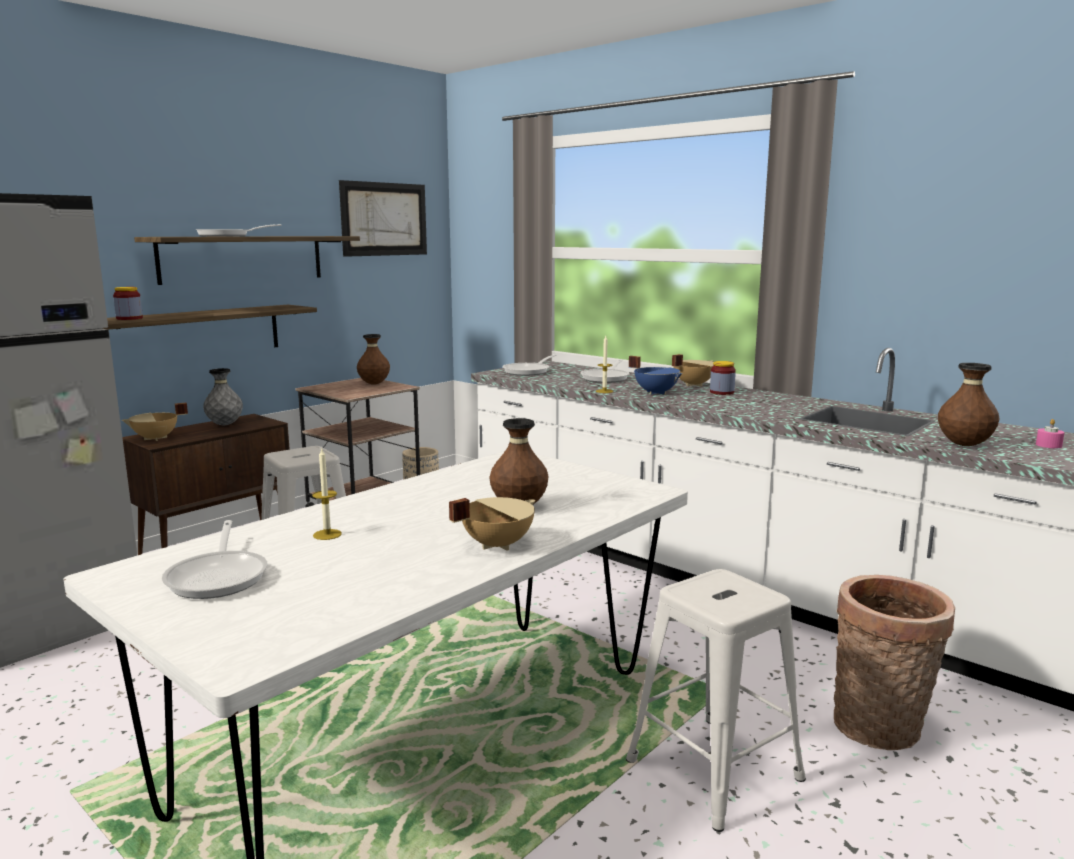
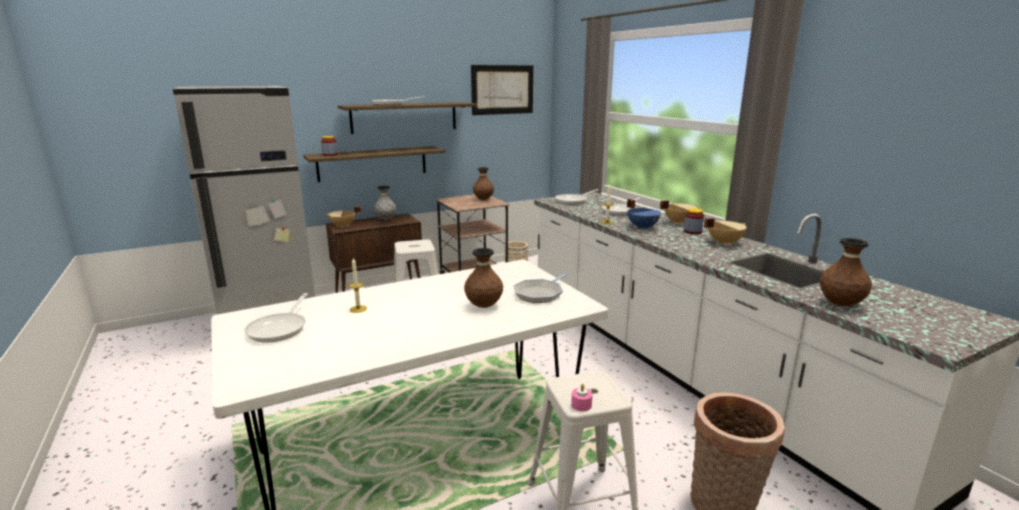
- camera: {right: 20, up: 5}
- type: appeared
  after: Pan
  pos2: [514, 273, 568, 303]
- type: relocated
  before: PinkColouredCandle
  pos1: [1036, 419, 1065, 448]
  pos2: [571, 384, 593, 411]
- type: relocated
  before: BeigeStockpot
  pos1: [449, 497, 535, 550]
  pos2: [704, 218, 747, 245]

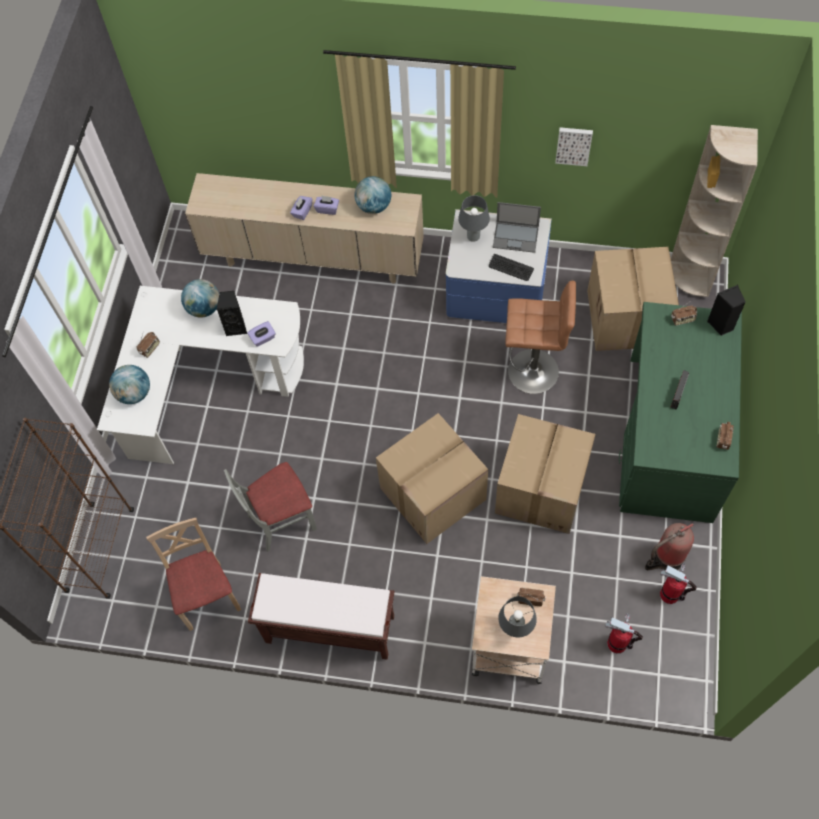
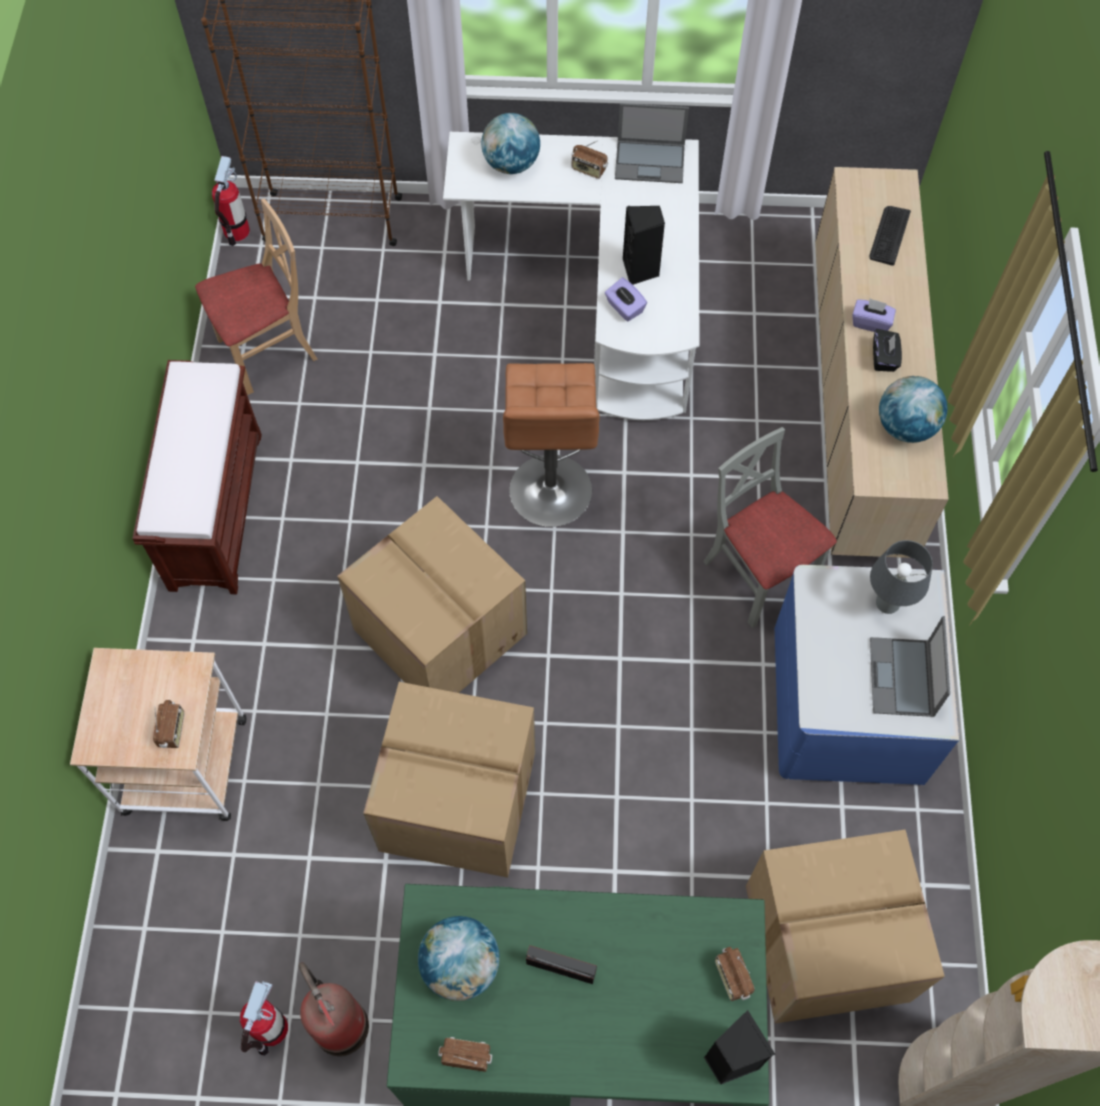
- camera: {right: 80, up: 0}
- type: relocated
  before: Extinguisher
  pos1: [605, 613, 643, 653]
  pos2: [212, 156, 250, 246]
- type: relocated
  before: Globe
  pos1: [181, 279, 219, 318]
  pos2: [418, 916, 500, 1001]
- type: relocated
  before: BrownishStoolSeat
  pos1: [505, 281, 576, 394]
  pos2: [503, 363, 600, 527]
- type: appeared
  after: Laptop
  pos2: [615, 103, 689, 183]
- type: relocated
  before: GrayChair
  pos1: [224, 462, 317, 552]
  pos2: [704, 427, 837, 628]
- type: relocated
  before: Keyboard
  pos1: [489, 254, 534, 281]
  pos2: [869, 206, 911, 266]
- type: colour
  before: PurpleColouredTissueHolder
  after: BlackishTissueHolder
  pos1: [314, 196, 339, 215]
  pos2: [873, 329, 902, 372]
- type: missing
  before: GrayLampForATable
  pos1: [498, 596, 537, 637]
- type: missing
  before: Picture
  pos1: [555, 127, 593, 166]

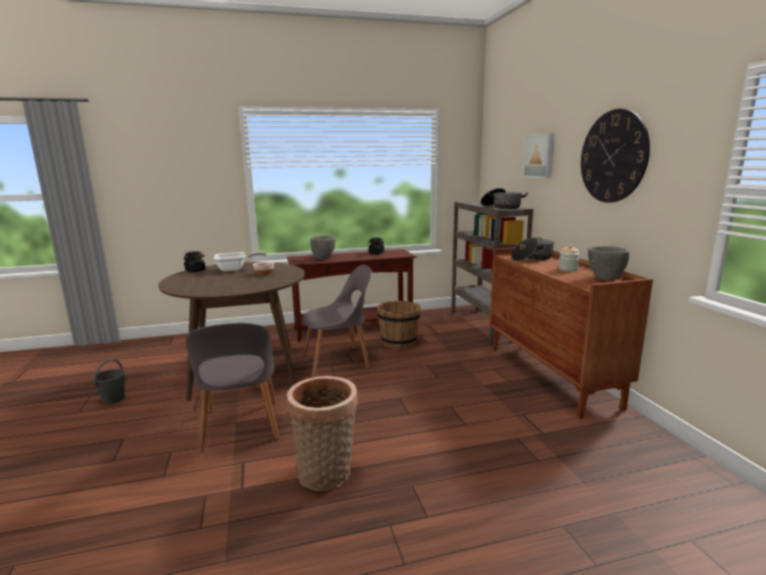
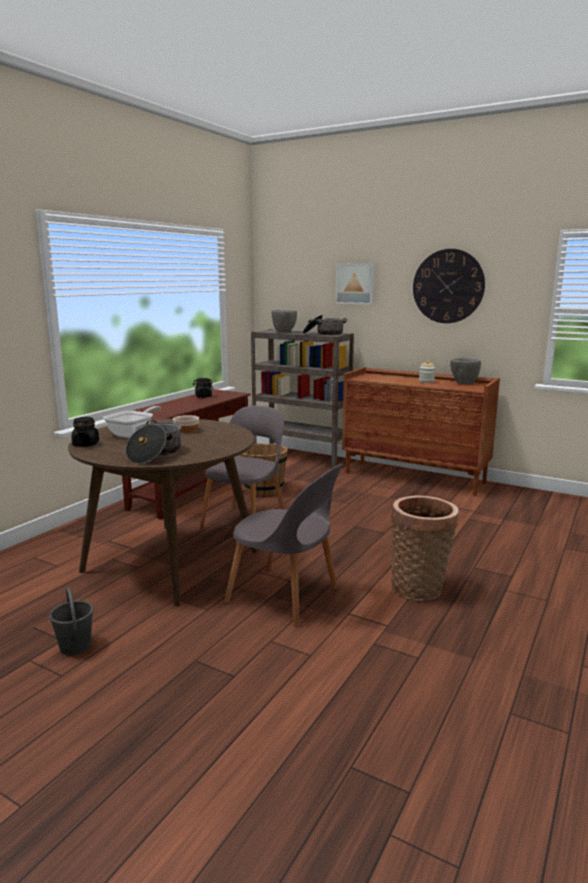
- camera: {right: -45, up: 0}
- type: relocated
  before: Stockpot
  pos1: [511, 237, 555, 261]
  pos2: [125, 420, 181, 464]
- type: relocated
  before: GrayBowl
  pos1: [310, 236, 336, 259]
  pos2: [271, 310, 297, 333]

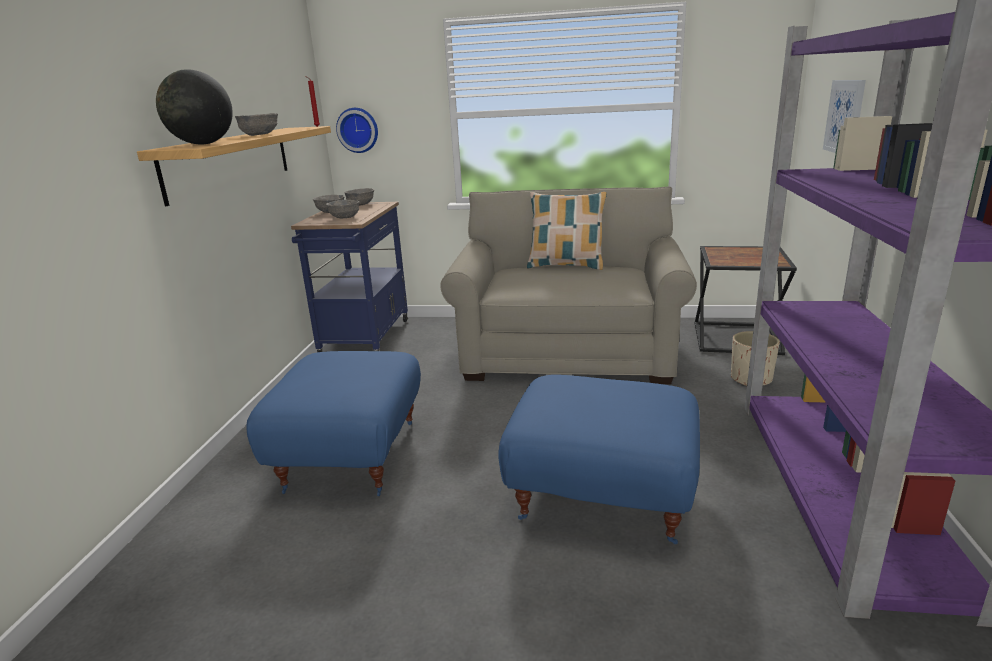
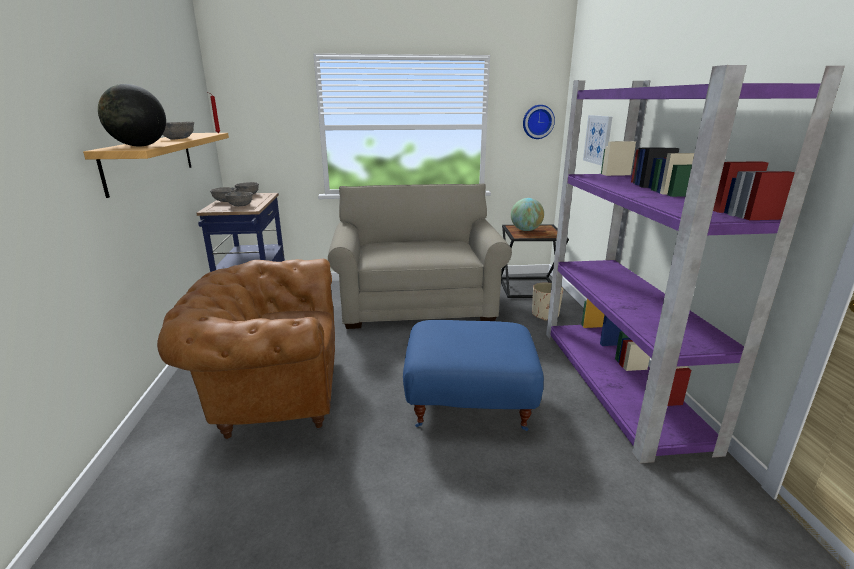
- camera: {right: -15, up: 0}
- type: exchanged
  before: BluePouffe
  after: BrownishArmchair
  pos1: [246, 351, 421, 496]
  pos2: [157, 259, 335, 439]
- type: appeared
  after: Globe
  pos2: [511, 198, 544, 231]
- type: relocated
  before: HangingClock
  pos1: [336, 108, 378, 153]
  pos2: [523, 105, 555, 139]
- type: missing
  before: Cushion
  pos1: [527, 192, 607, 270]

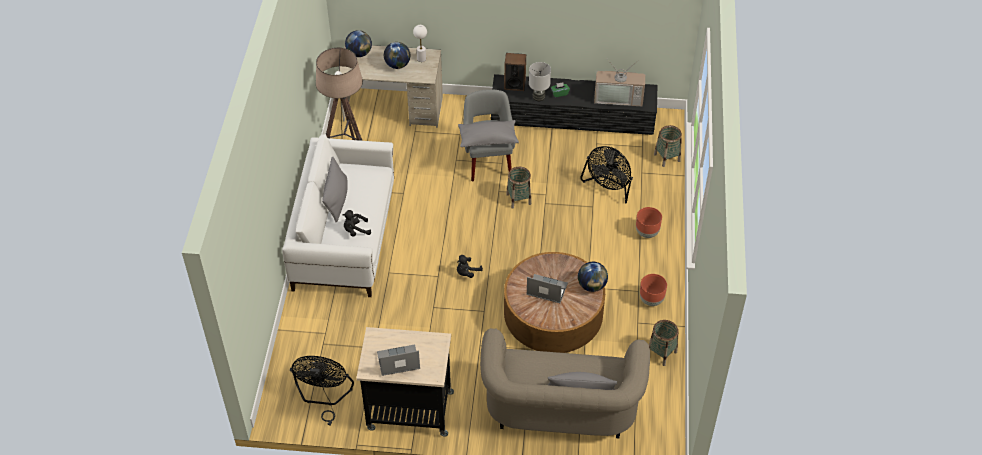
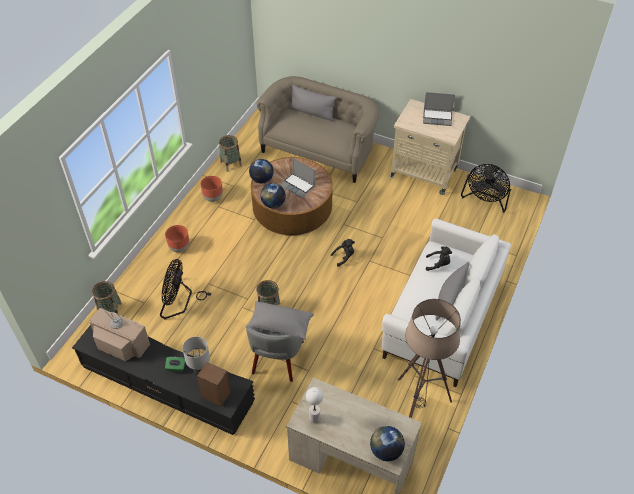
- camera: {right: -160, up: 0}
- type: spun
  before: BlackishElectricFan
  pos1: [580, 146, 633, 203]
  pos2: [160, 259, 212, 320]
  turn: -135
- type: relocated
  before: Globe
  pos1: [384, 42, 410, 69]
  pos2: [260, 183, 286, 208]
- type: colour
  before: BlackishWheeledCart
  after: BeigeWheeledCart
  pos1: [356, 327, 454, 436]
  pos2: [389, 99, 470, 195]

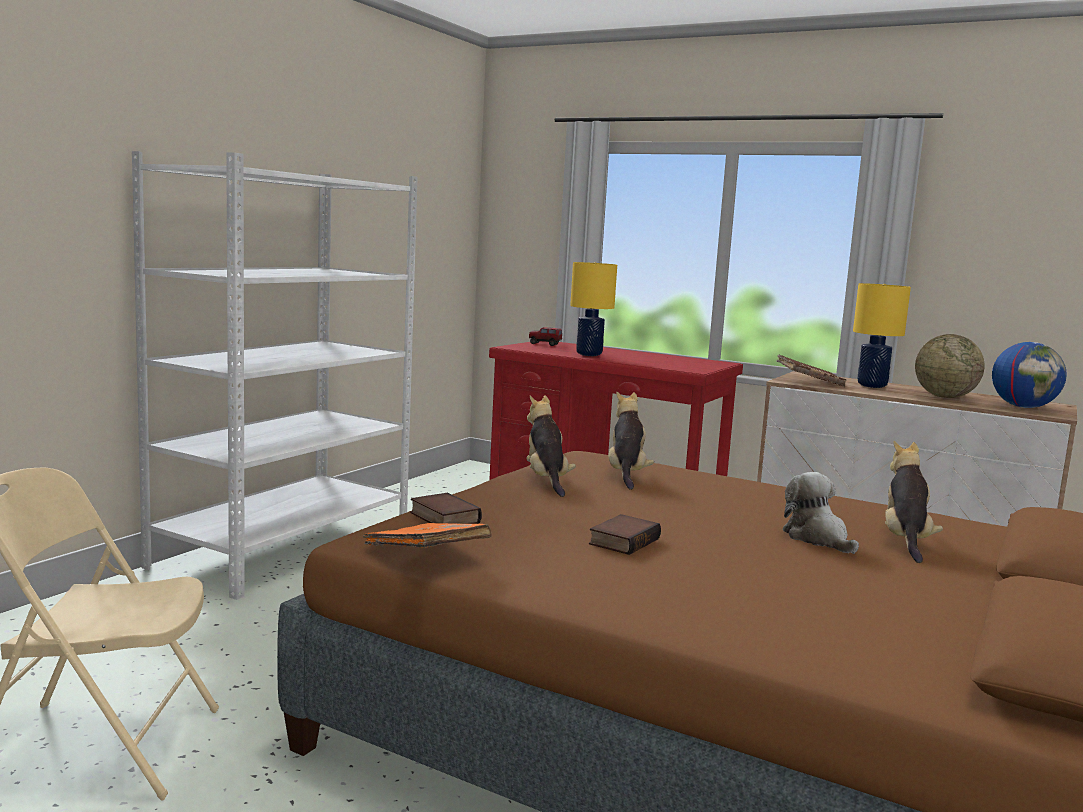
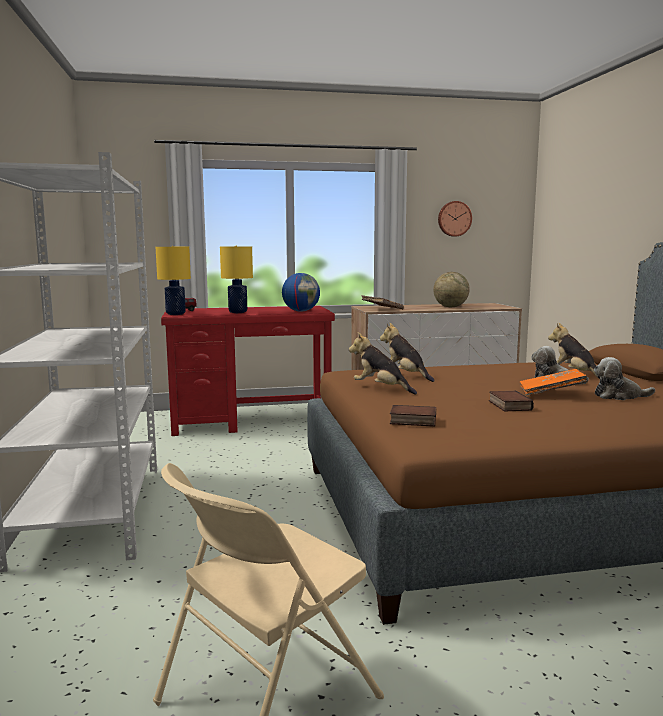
- camera: {right: -40, up: 0}
- type: relocated
  before: YellowColouredLampForATable
  pos1: [853, 283, 911, 388]
  pos2: [156, 246, 191, 315]
- type: relocated
  before: Globe
  pos1: [992, 342, 1067, 408]
  pos2: [282, 273, 320, 312]
- type: appeared
  after: HangingClock
  pos2: [438, 201, 472, 237]
- type: relocated
  before: OrangeColouredBoundBook
  pos1: [363, 523, 492, 548]
  pos2: [520, 369, 588, 395]
- type: appeared
  after: SoftToy
  pos2: [594, 357, 655, 400]

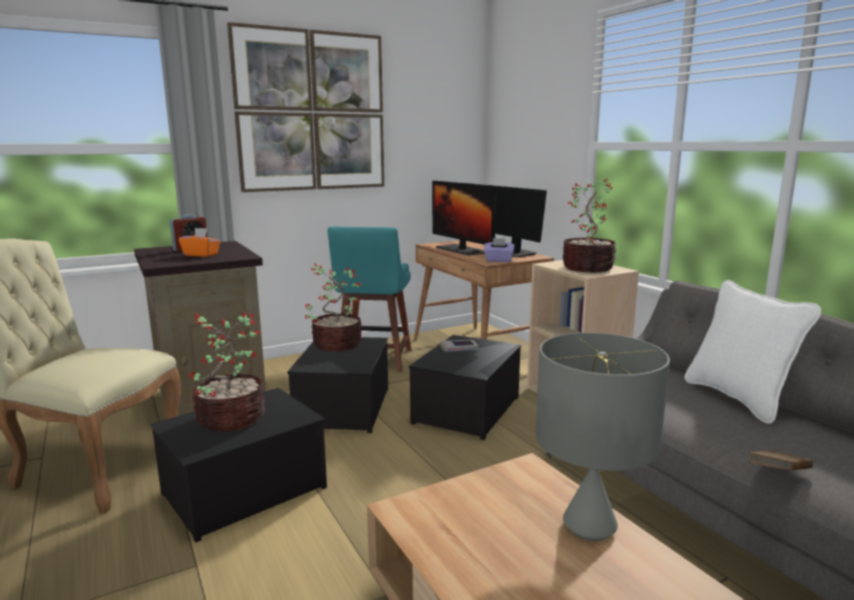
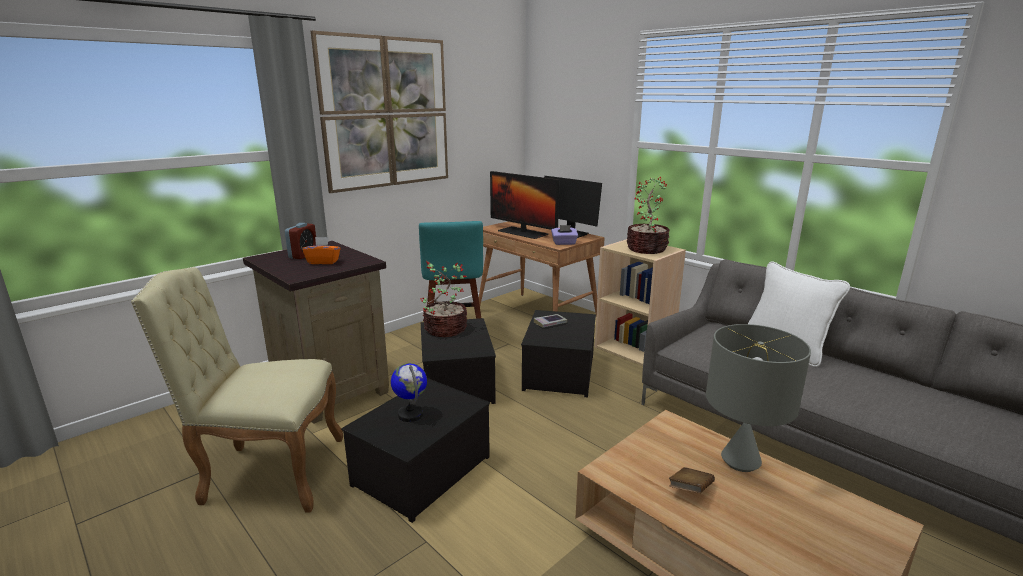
- camera: {right: -15, up: 5}
- type: exchanged
  before: PlantInAPot
  after: Globe
  pos1: [189, 312, 265, 432]
  pos2: [391, 363, 427, 422]
- type: relocated
  before: BrownishBoundBook
  pos1: [749, 450, 813, 471]
  pos2: [669, 467, 715, 493]

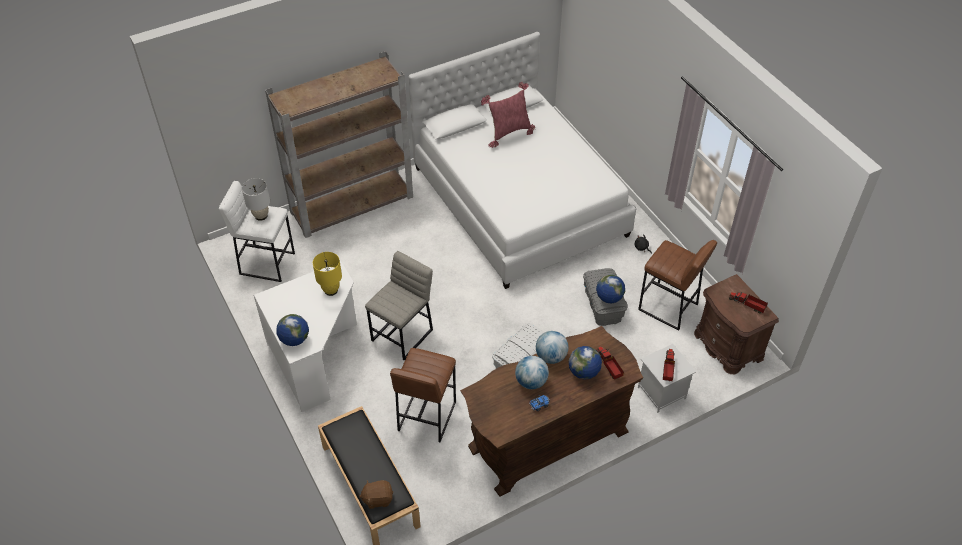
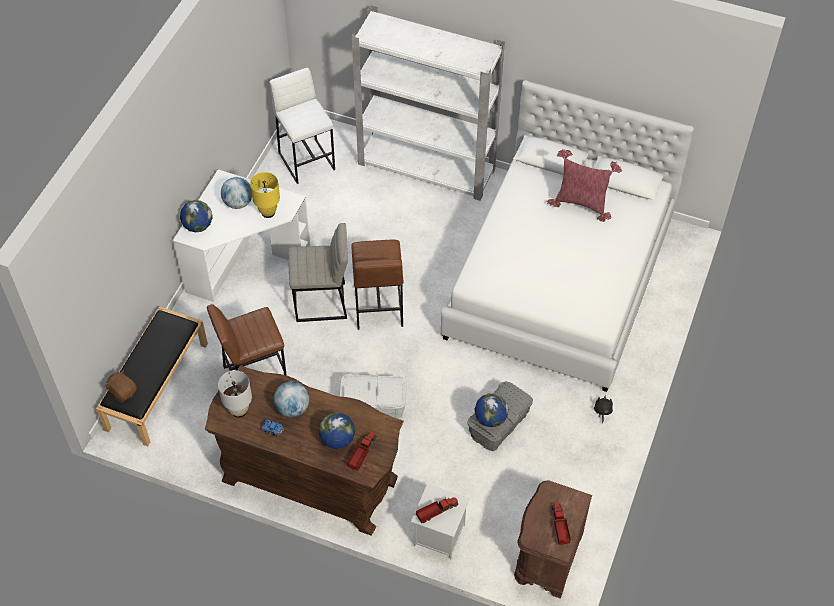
- camera: {right: 50, up: 5}
- type: relocated
  before: WhiteColouredLampForATable
  pos1: [242, 178, 270, 221]
  pos2: [218, 370, 252, 418]
- type: relocated
  before: Globe
  pos1: [536, 331, 569, 364]
  pos2: [221, 177, 252, 209]
- type: relocated
  before: BrownishStoolSeat
  pos1: [638, 240, 717, 331]
  pos2: [351, 240, 404, 330]
- type: colour
  before: BrownishShelvingUnit
  after: WhiteColouredShelvingUnit
  pos1: [265, 51, 413, 238]
  pos2: [352, 5, 505, 201]

